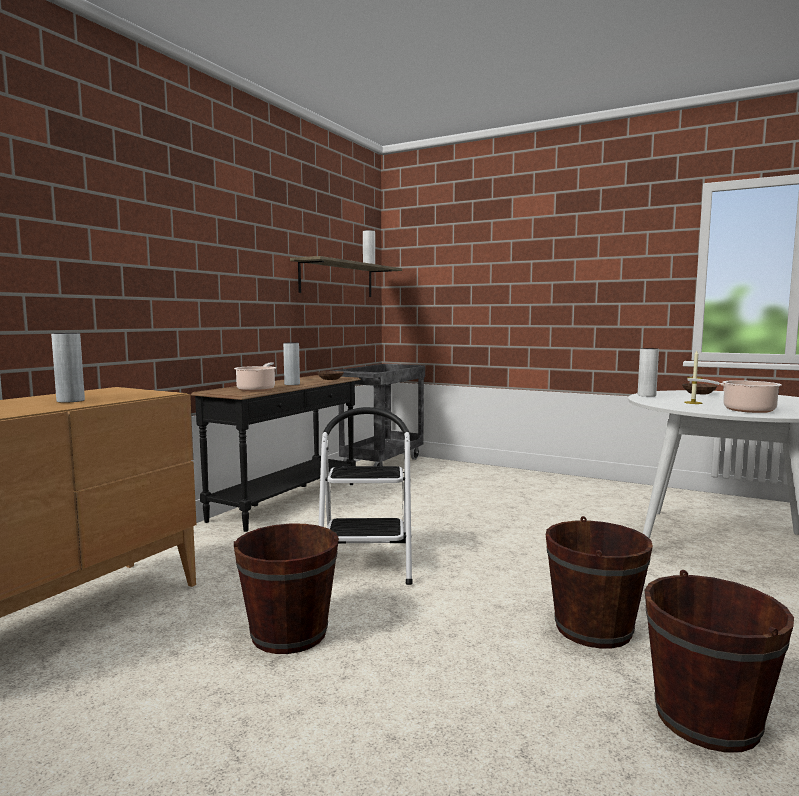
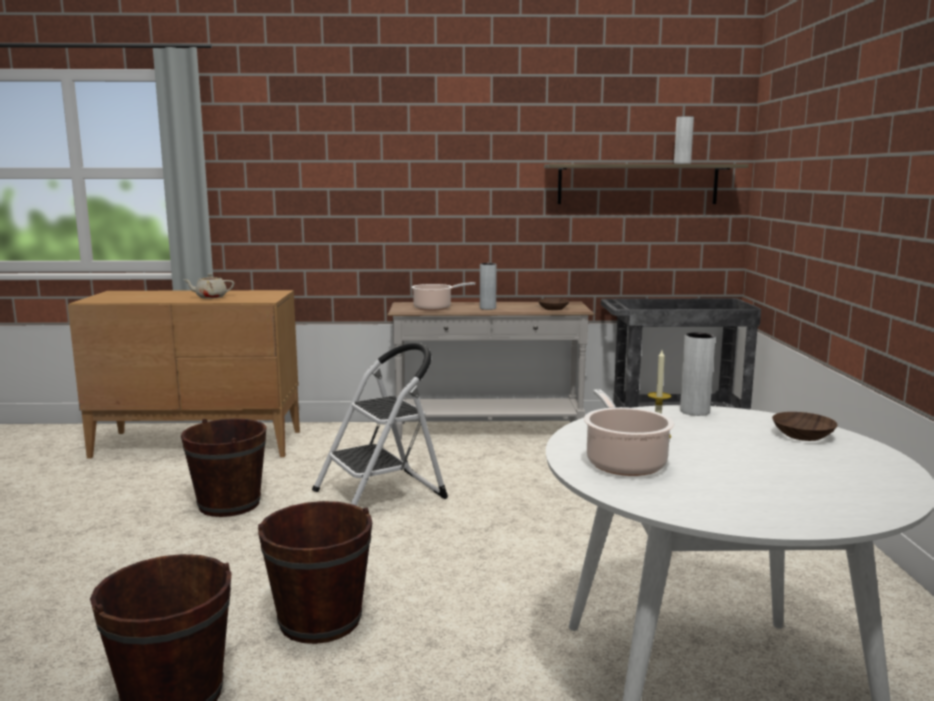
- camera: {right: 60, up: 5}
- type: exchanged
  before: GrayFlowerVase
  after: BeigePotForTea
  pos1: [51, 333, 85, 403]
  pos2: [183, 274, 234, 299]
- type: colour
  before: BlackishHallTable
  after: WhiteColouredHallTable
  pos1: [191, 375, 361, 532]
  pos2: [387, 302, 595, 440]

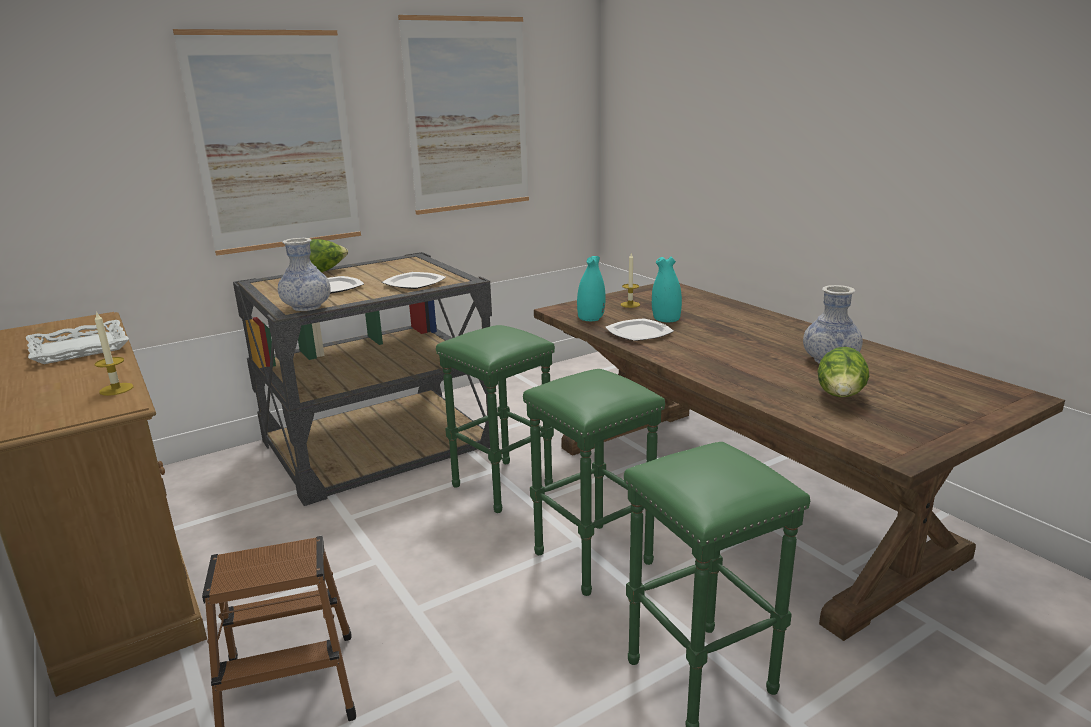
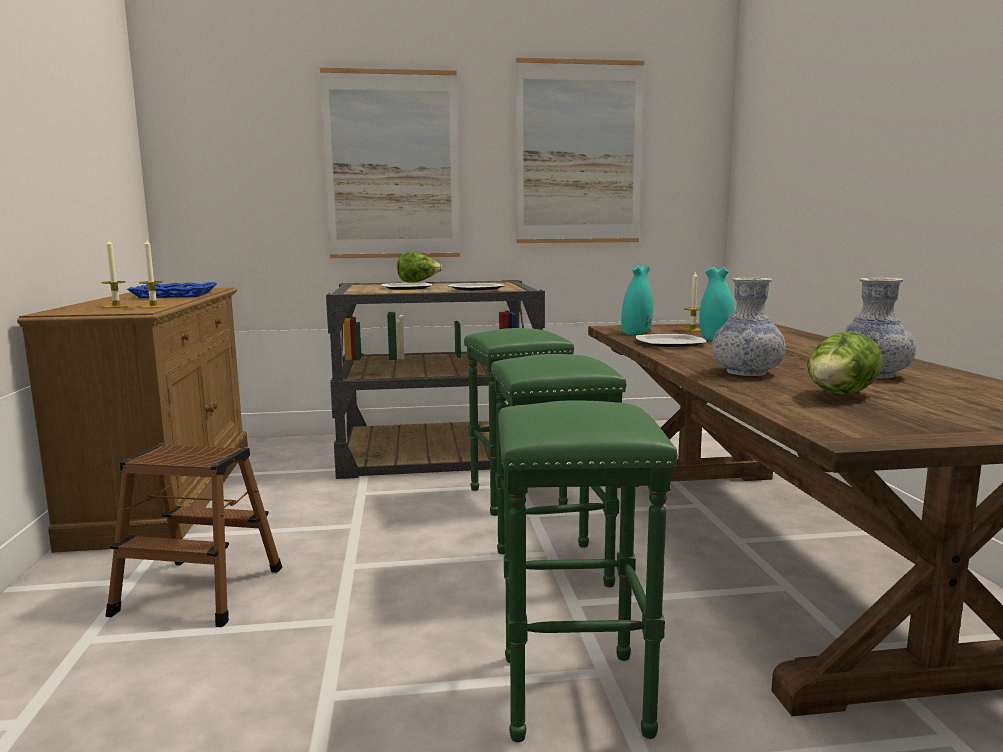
- camera: {right: 25, up: -10}
- type: appeared
  after: Candle
  pos2: [101, 239, 131, 308]
- type: colour
  before: WhiteColouredTray
  after: BlueTray
  pos1: [26, 320, 129, 364]
  pos2: [127, 282, 217, 298]
- type: relocated
  before: FlowerVase
  pos1: [278, 238, 331, 311]
  pos2: [712, 278, 786, 376]

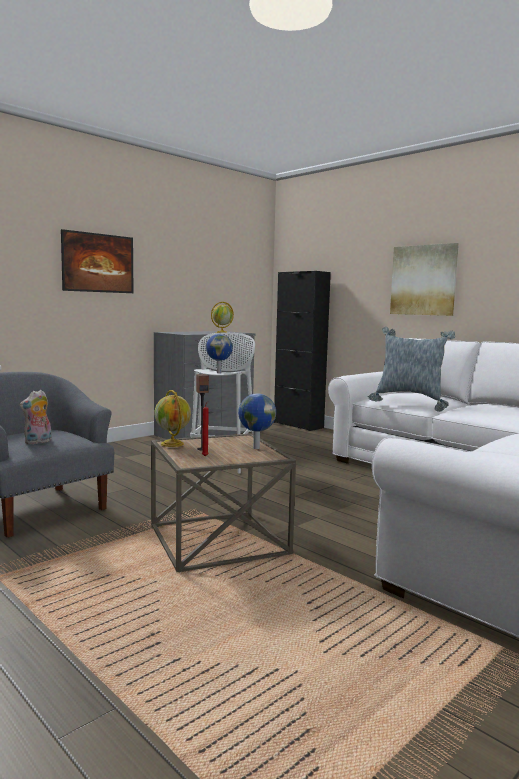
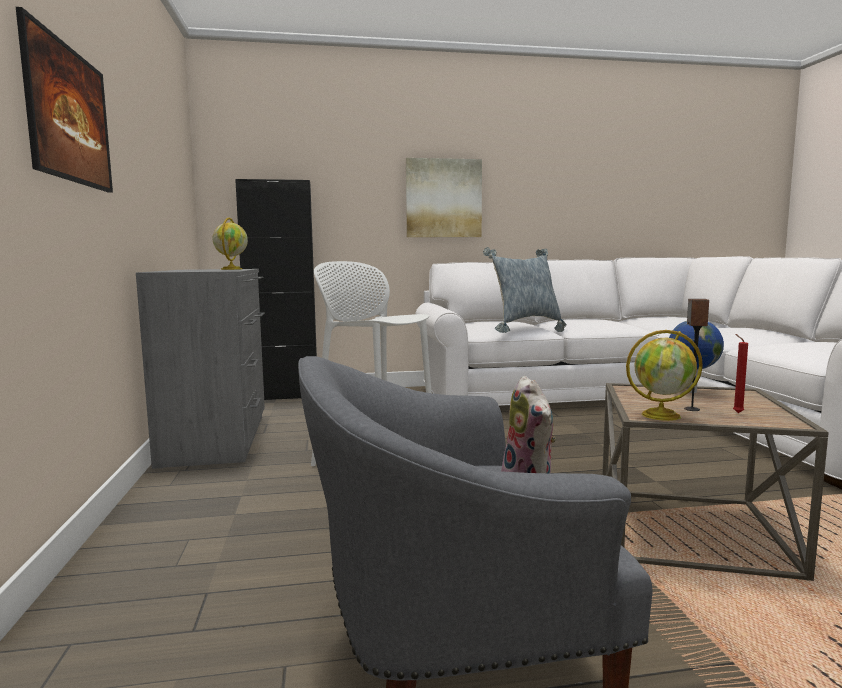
- camera: {right: -55, up: 0}
- type: missing
  before: Globe
  pos1: [206, 334, 233, 373]

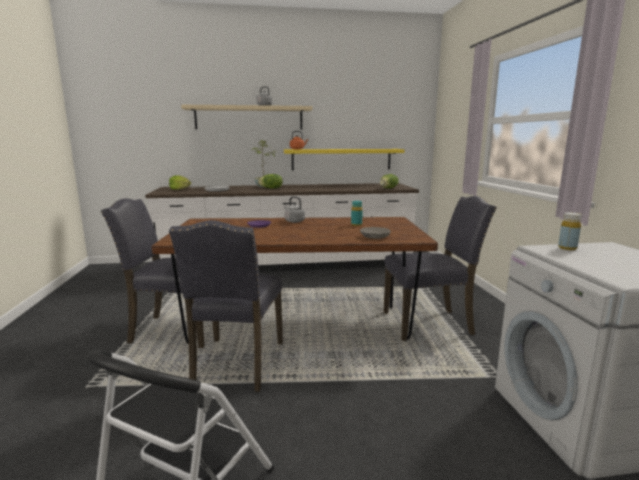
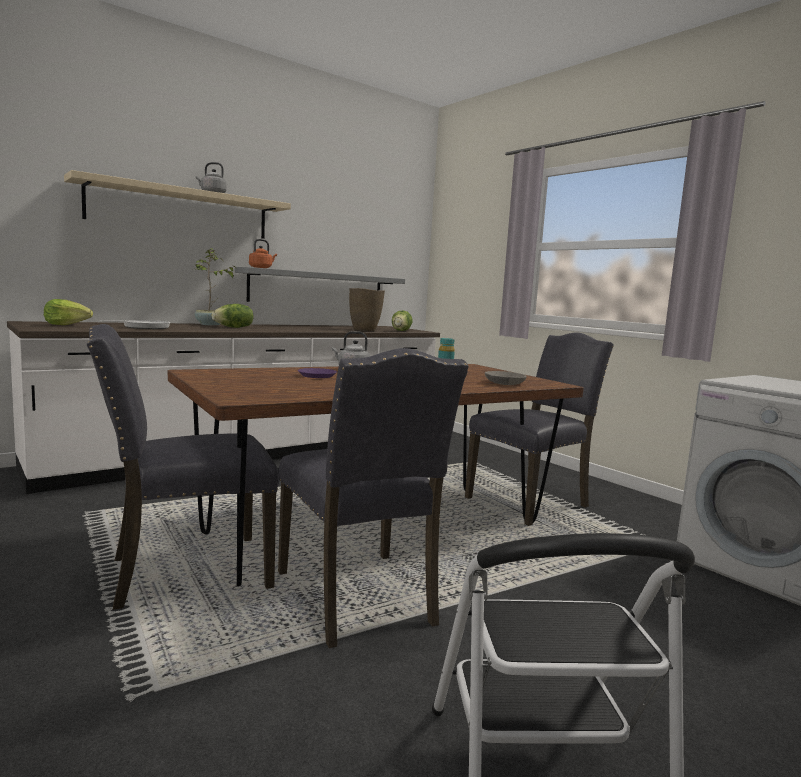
- camera: {right: -30, up: -5}
- type: colour
  before: YellowColouredBracketShelf
  after: GrayBracketShelf
  pos1: [284, 149, 404, 171]
  pos2: [235, 267, 405, 302]
- type: appeared
  after: BrownishFlowerVase
  pos2: [349, 288, 385, 331]
- type: missing
  before: YellowColouredBottle
  pos1: [558, 212, 582, 250]

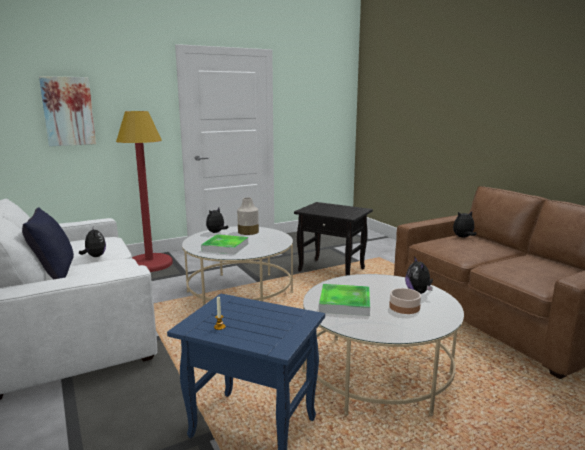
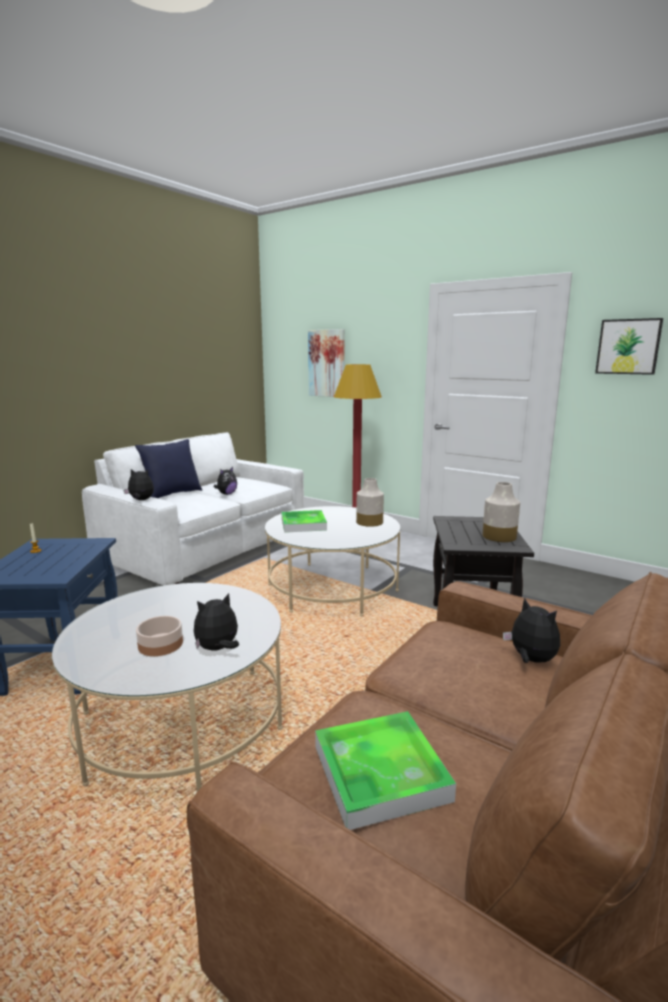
- camera: {right: 65, up: 0}
- type: relocated
  before: SoftToy
  pos1: [206, 208, 229, 233]
  pos2: [124, 469, 154, 500]
- type: relocated
  before: Tray
  pos1: [319, 284, 370, 316]
  pos2: [315, 711, 456, 830]
- type: appeared
  after: BeigeFlowerVase
  pos2: [482, 482, 520, 542]
- type: appeared
  after: Picture
  pos2: [595, 318, 663, 375]

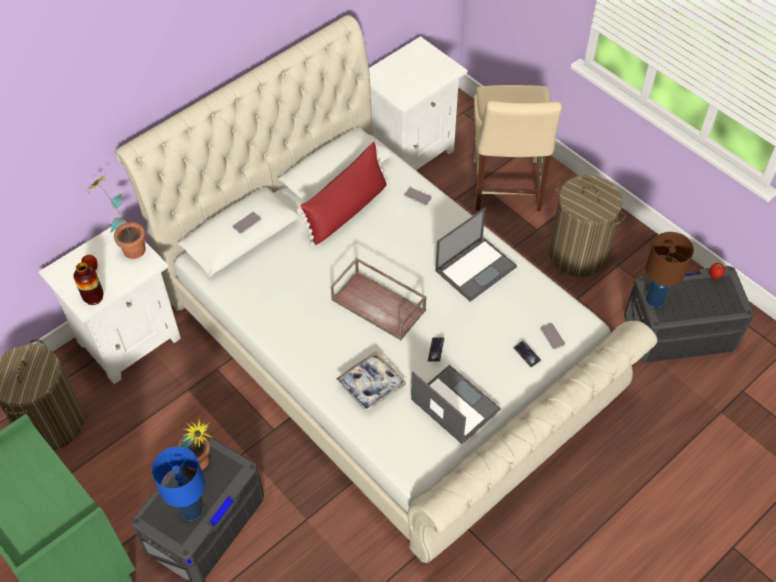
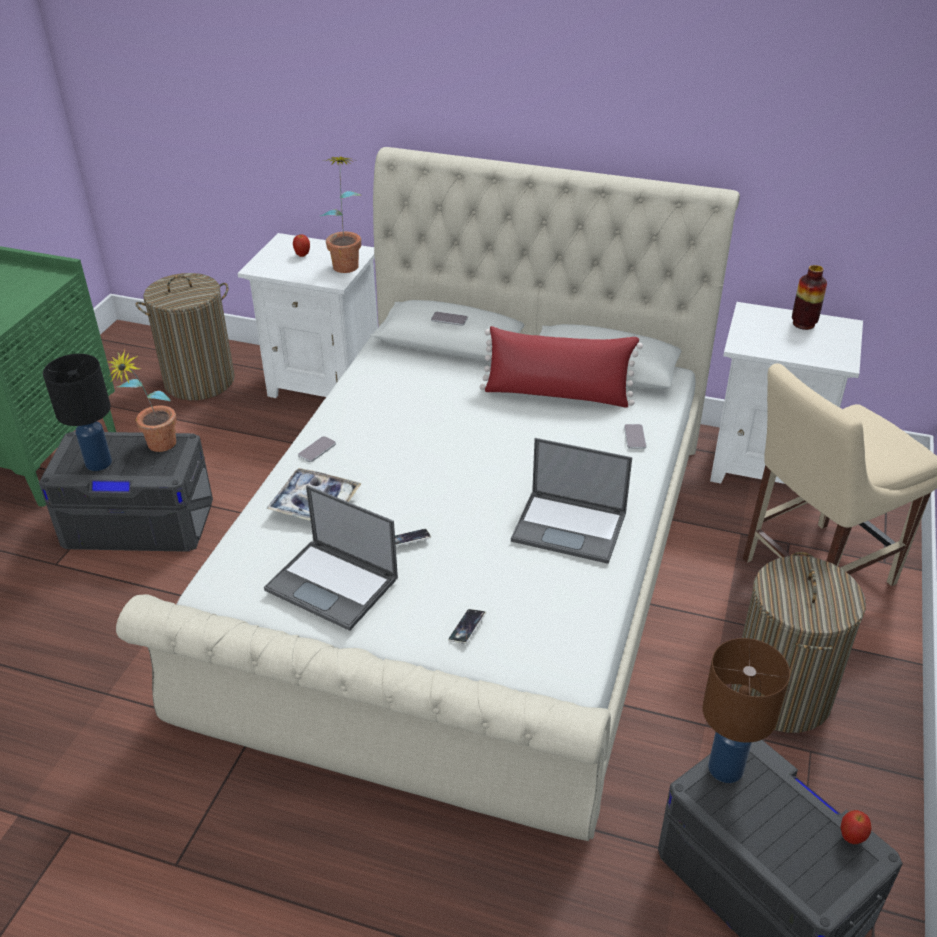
- camera: {right: 60, up: -15}
- type: colour
  before: BlueLampForATable
  after: BlackishLampForATable
  pos1: [152, 446, 205, 520]
  pos2: [43, 354, 112, 471]
- type: spun
  before: Laptop
  pos1: [411, 365, 501, 444]
  pos2: [264, 485, 398, 631]
  turn: 105
- type: relocated
  before: Phone
  pos1: [540, 323, 565, 349]
  pos2: [298, 436, 336, 462]
- type: relocated
  before: FlowerVase
  pos1: [73, 262, 104, 305]
  pos2: [792, 265, 827, 330]
- type: missing
  before: BrownishTray
  pos1: [331, 258, 427, 340]

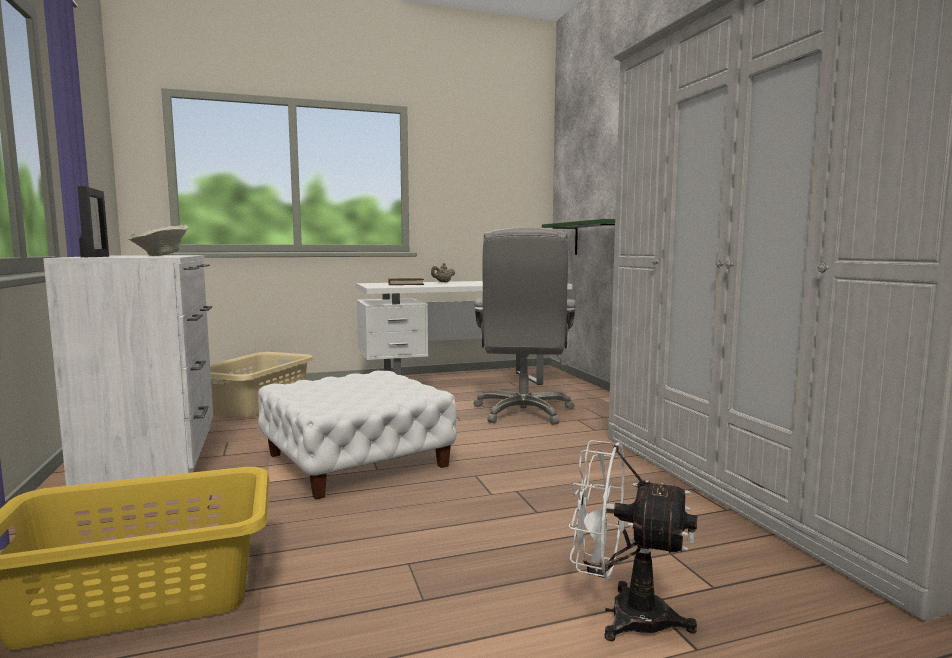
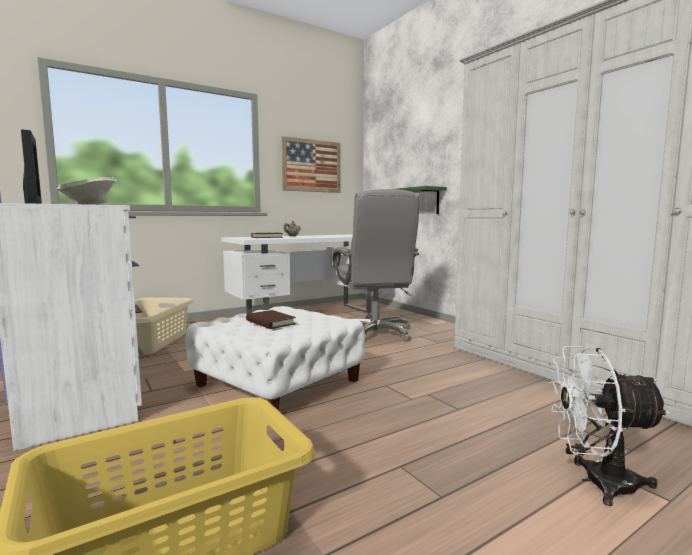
- camera: {right: -15, up: 0}
- type: appeared
  after: BrownishBoundBook
  pos2: [246, 310, 296, 329]
- type: appeared
  after: Picture
  pos2: [281, 136, 340, 193]

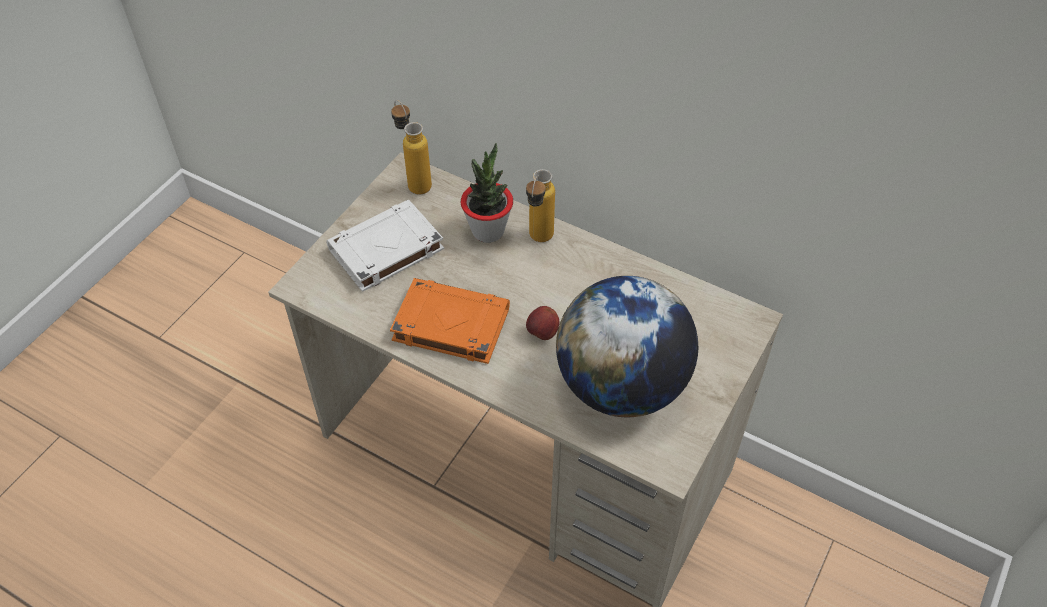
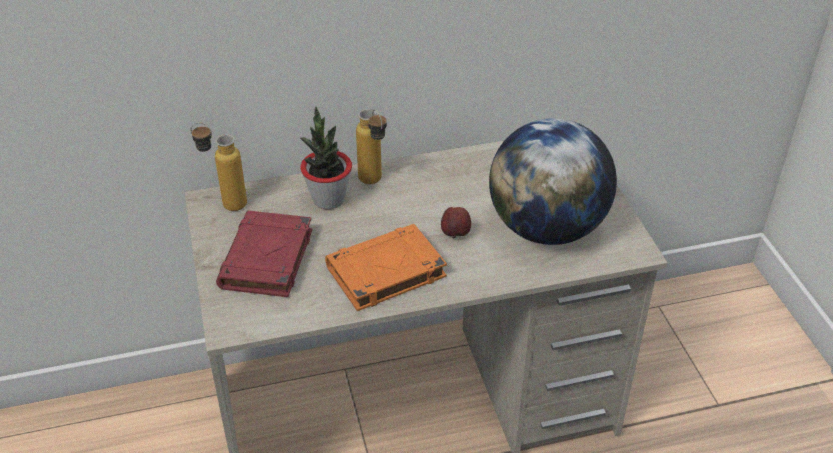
- camera: {right: -45, up: -10}
- type: colour
  before: WhiteColouredBoundBook
  after: RedBoundBook
  pos1: [326, 199, 444, 292]
  pos2: [216, 211, 312, 297]

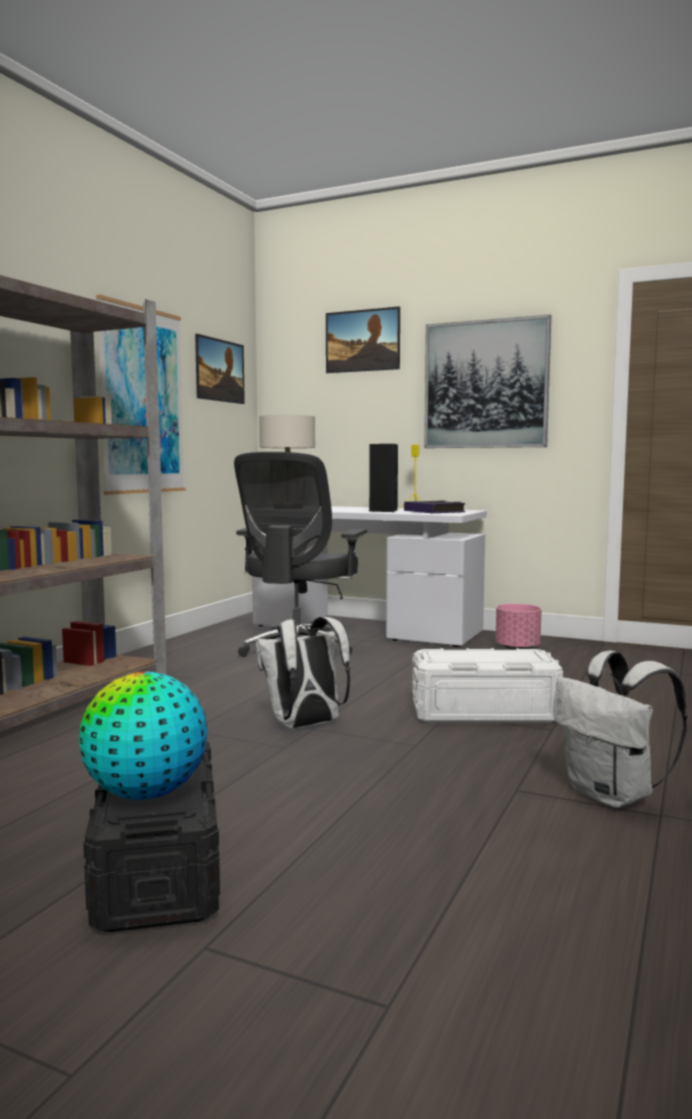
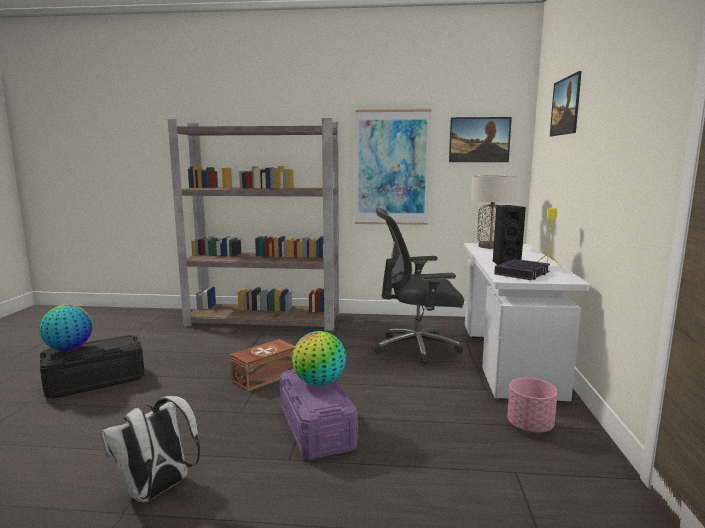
- camera: {right: 70, up: 5}
- type: exchanged
  before: WhiteColouredBackpack
  after: BrownishStorageBin
  pos1: [255, 617, 350, 729]
  pos2: [230, 339, 295, 392]
- type: colour
  before: WhiteColouredStorageBin
  after: PurpleColouredStorageBin
  pos1: [412, 648, 563, 723]
  pos2: [279, 369, 358, 460]
- type: appeared
  after: Globe
  pos2: [292, 331, 346, 386]
- type: missing
  before: Picture
  pos1: [424, 315, 551, 448]

